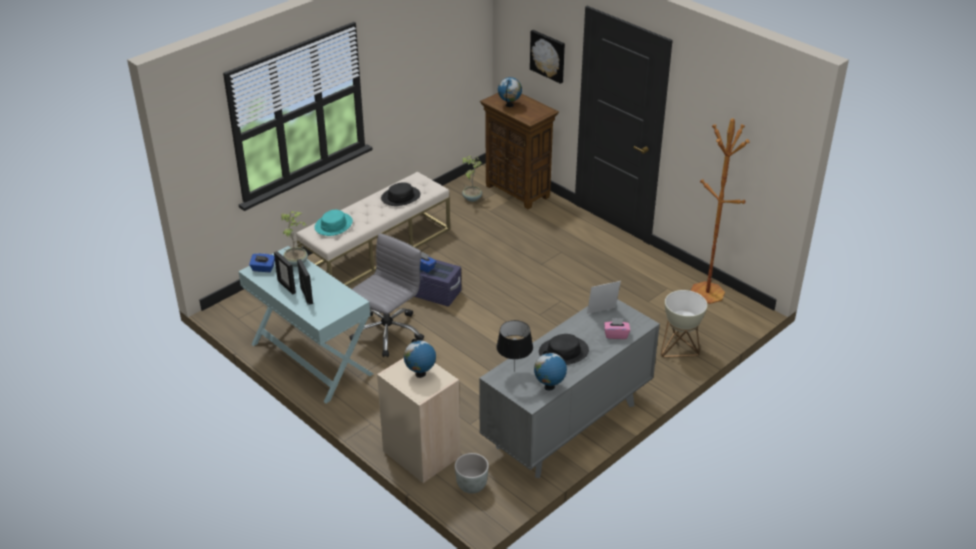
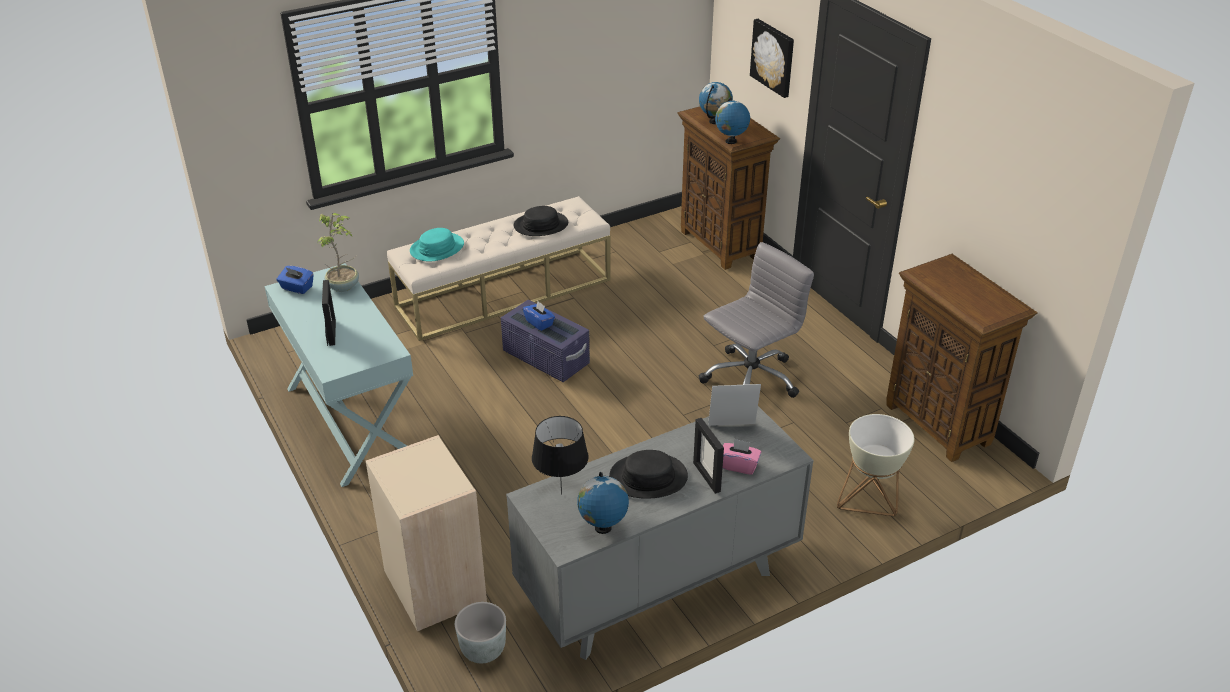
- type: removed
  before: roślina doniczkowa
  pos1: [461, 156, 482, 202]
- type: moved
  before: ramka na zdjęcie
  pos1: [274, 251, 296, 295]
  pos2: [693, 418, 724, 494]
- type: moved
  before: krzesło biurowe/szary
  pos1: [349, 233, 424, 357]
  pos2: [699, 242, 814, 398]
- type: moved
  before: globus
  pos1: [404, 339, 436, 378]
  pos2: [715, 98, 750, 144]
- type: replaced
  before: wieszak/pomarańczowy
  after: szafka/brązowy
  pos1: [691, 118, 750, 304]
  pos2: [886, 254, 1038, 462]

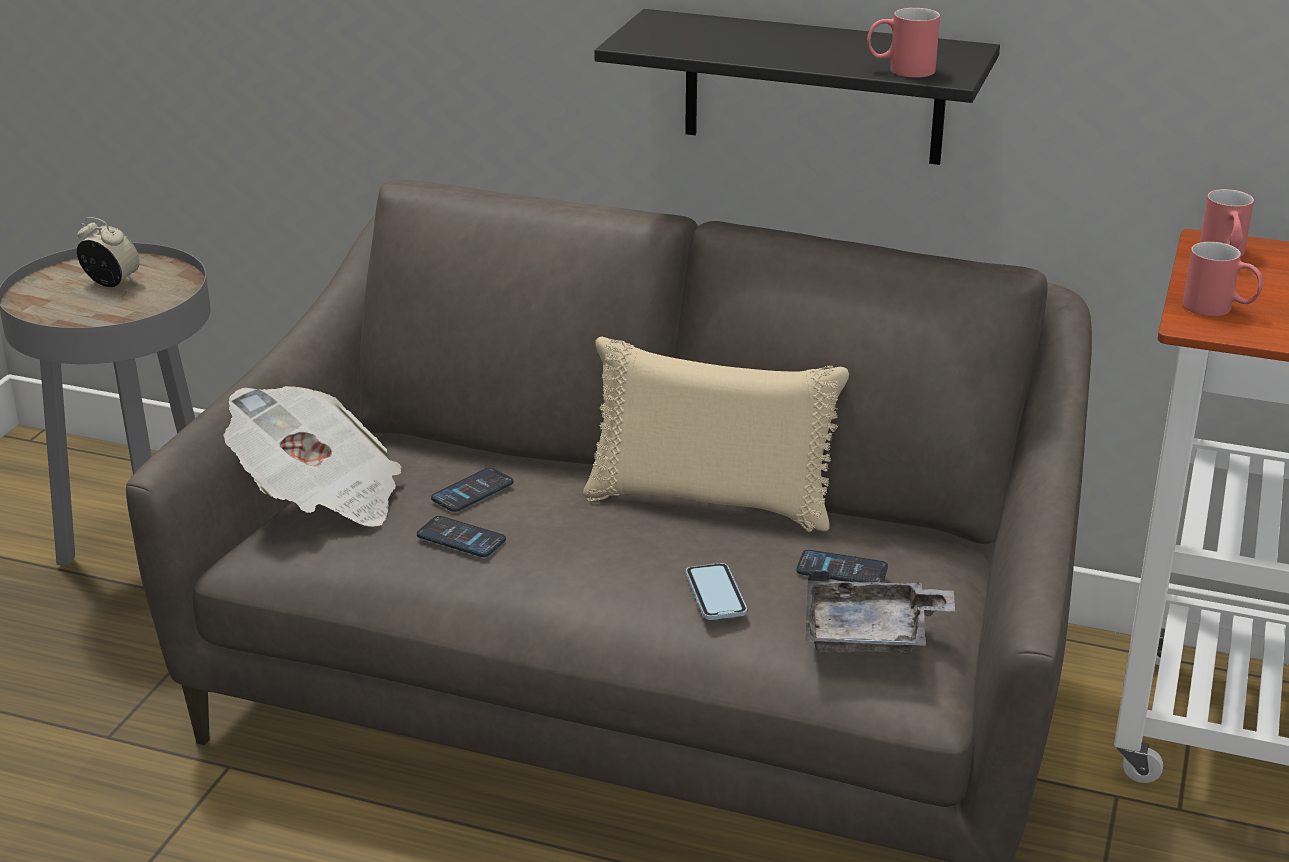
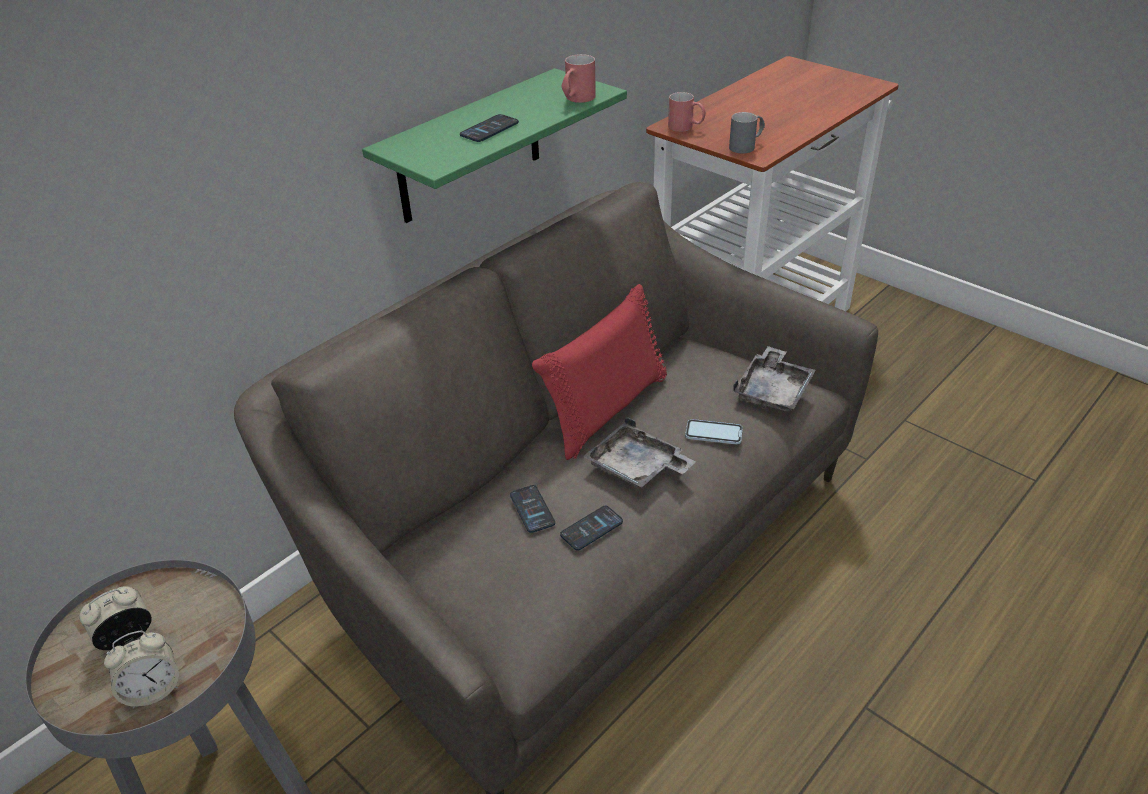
- type: removed
  before: gazeta
  pos1: [223, 386, 402, 527]
- type: added
  after: budzik
  pos2: [104, 631, 179, 708]
- type: added
  after: taca/szary
  pos2: [583, 417, 695, 489]
- type: moved
  before: telefon
  pos1: [796, 550, 888, 583]
  pos2: [460, 114, 519, 142]
- type: recoloured
  before: poduszka/beżowy
  after: poduszka/czerwony
  pos1: [583, 337, 849, 533]
  pos2: [532, 284, 667, 460]
- type: recoloured
  before: półka/czarny
  after: półka/zielony
  pos1: [594, 9, 1000, 165]
  pos2: [362, 68, 627, 223]
- type: recoloured
  before: kubek/czerwony
  after: kubek/szary
  pos1: [1183, 242, 1263, 316]
  pos2: [729, 112, 765, 153]

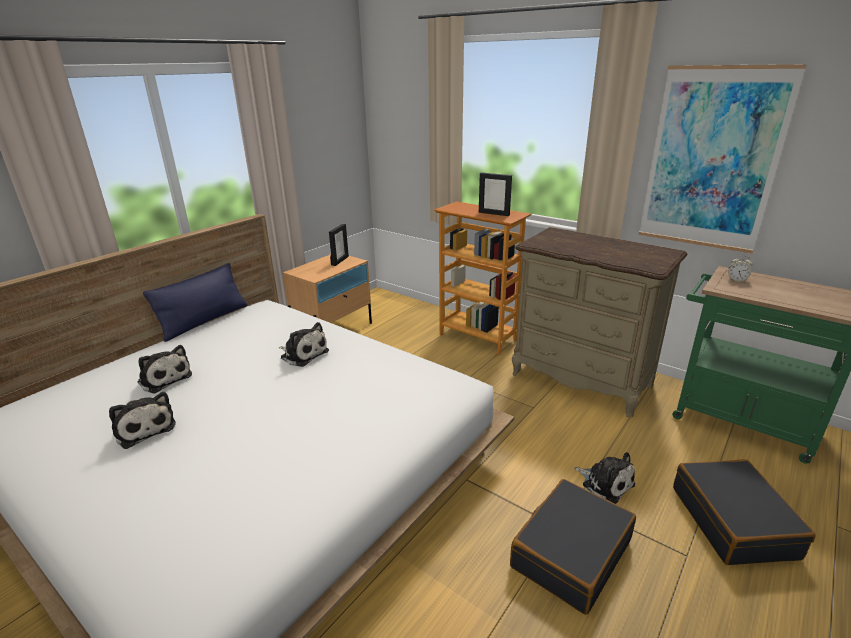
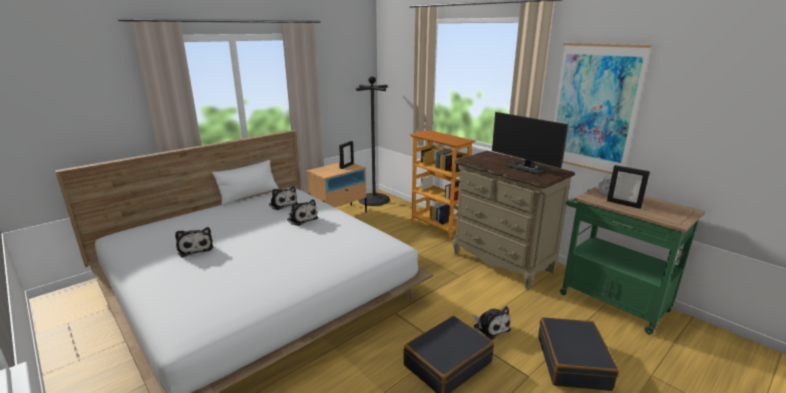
- type: added
  after: wieszak/czarny
  pos2: [356, 77, 390, 206]
- type: added
  after: monitor
  pos2: [492, 112, 568, 174]
- type: moved
  before: pluszak
  pos1: [138, 345, 192, 393]
  pos2: [269, 186, 297, 210]
- type: moved
  before: ramka na zdjęcie
  pos1: [479, 172, 512, 216]
  pos2: [607, 165, 650, 209]
- type: recoloured
  before: poduszka/niebieski
  after: poduszka/biały
  pos1: [143, 263, 248, 342]
  pos2: [212, 160, 278, 205]

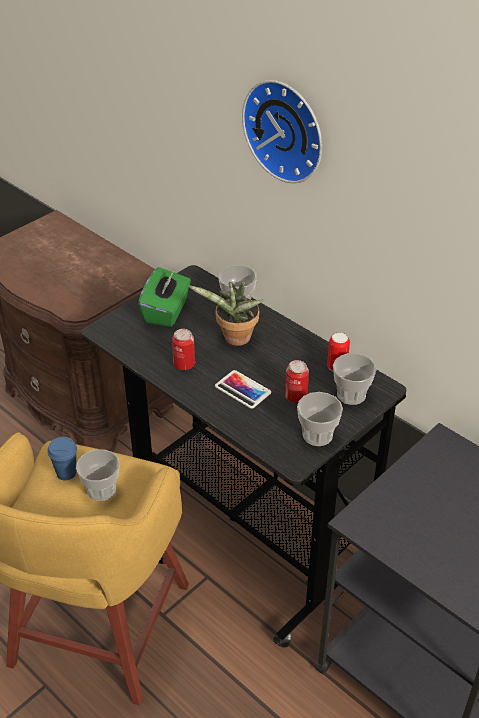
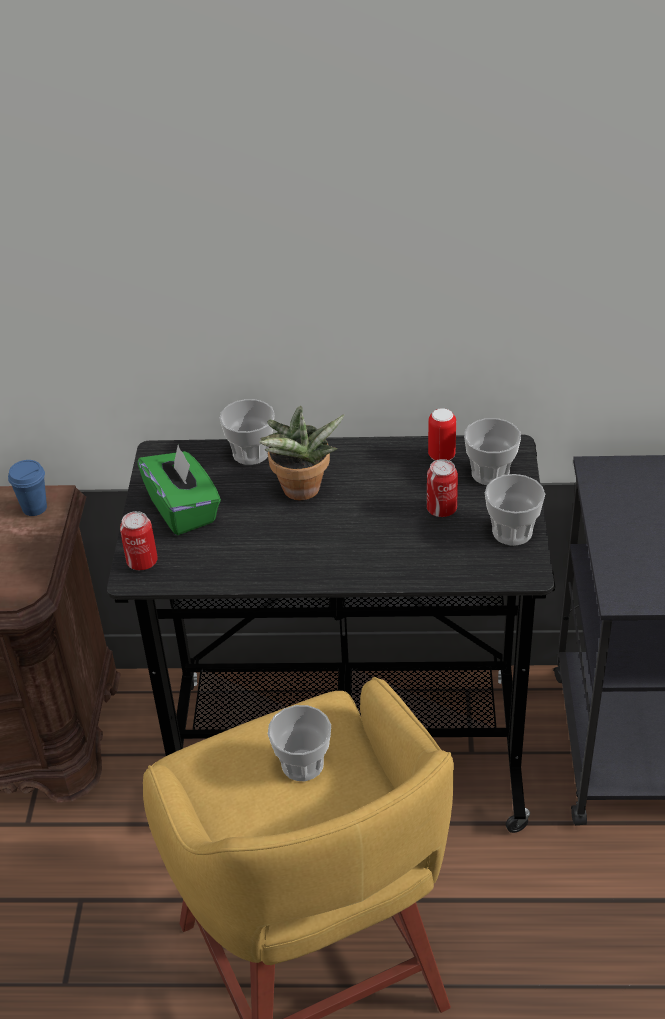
- type: removed
  before: telefon
  pos1: [215, 370, 271, 409]
- type: removed
  before: zegar ścienny
  pos1: [242, 80, 322, 183]
- type: moved
  before: filiżanka/niebieski
  pos1: [47, 437, 77, 480]
  pos2: [8, 460, 47, 516]
- type: moved
  before: puszka
  pos1: [172, 329, 195, 370]
  pos2: [120, 511, 158, 570]

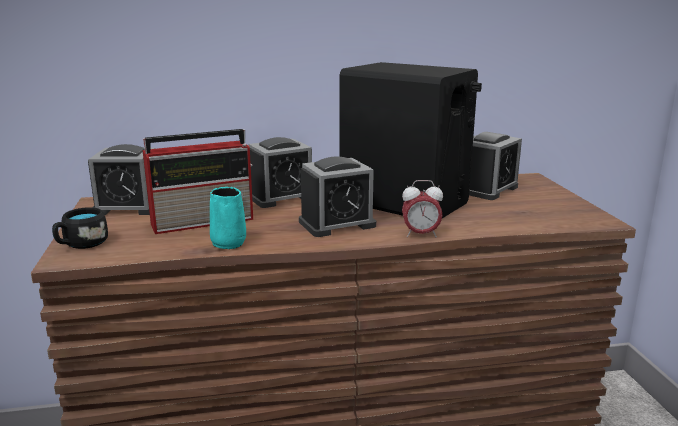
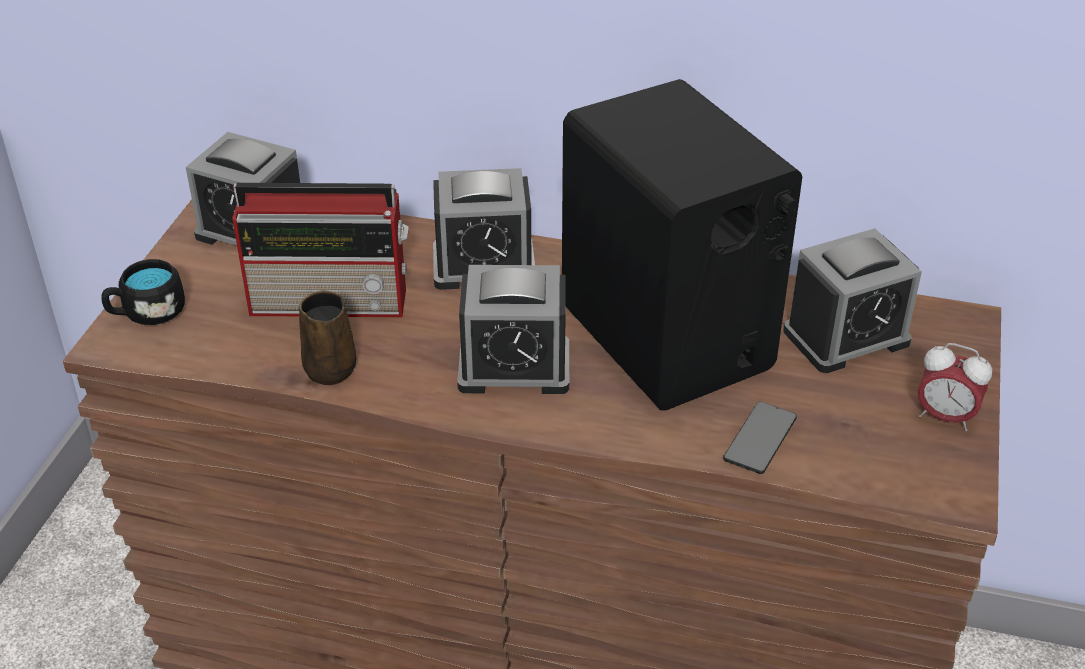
- type: added
  after: telefon
  pos2: [723, 401, 797, 474]
- type: moved
  before: budzik
  pos1: [402, 180, 443, 237]
  pos2: [918, 343, 992, 431]
- type: recoloured
  before: kubek/turkusowy
  after: kubek/brązowy
  pos1: [210, 187, 246, 249]
  pos2: [299, 290, 356, 385]

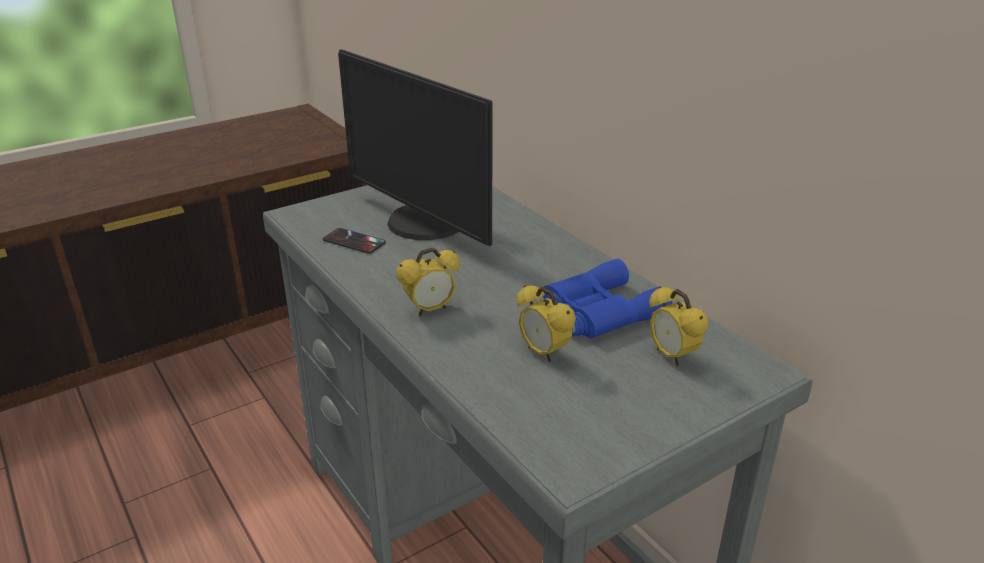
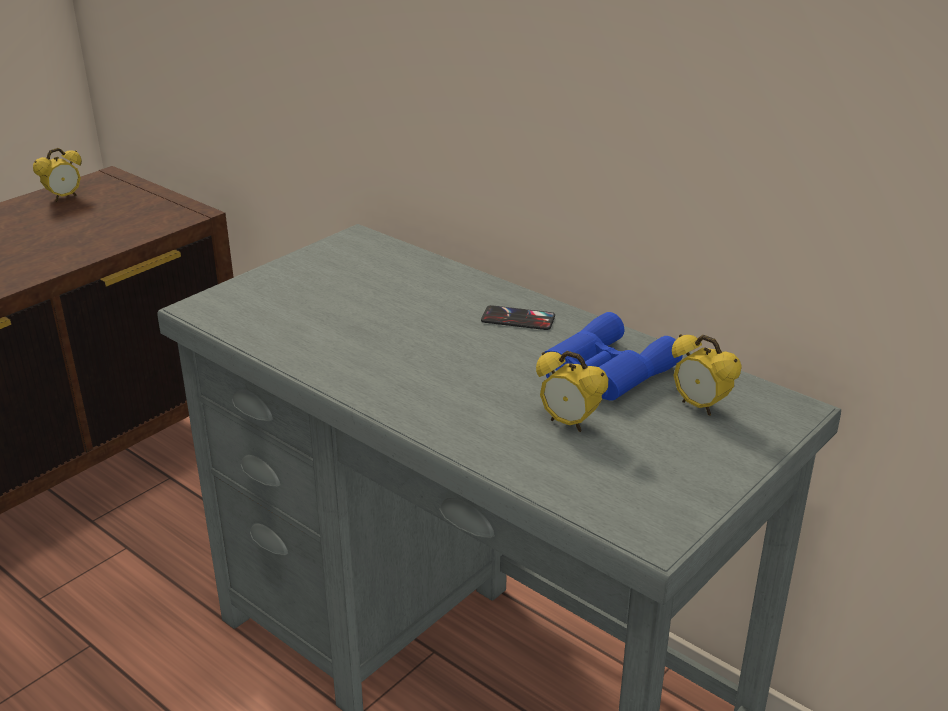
- type: removed
  before: monitor
  pos1: [338, 49, 492, 246]
- type: moved
  before: telefon
  pos1: [323, 228, 386, 254]
  pos2: [481, 305, 555, 330]
- type: moved
  before: budzik
  pos1: [396, 247, 460, 316]
  pos2: [33, 148, 82, 202]

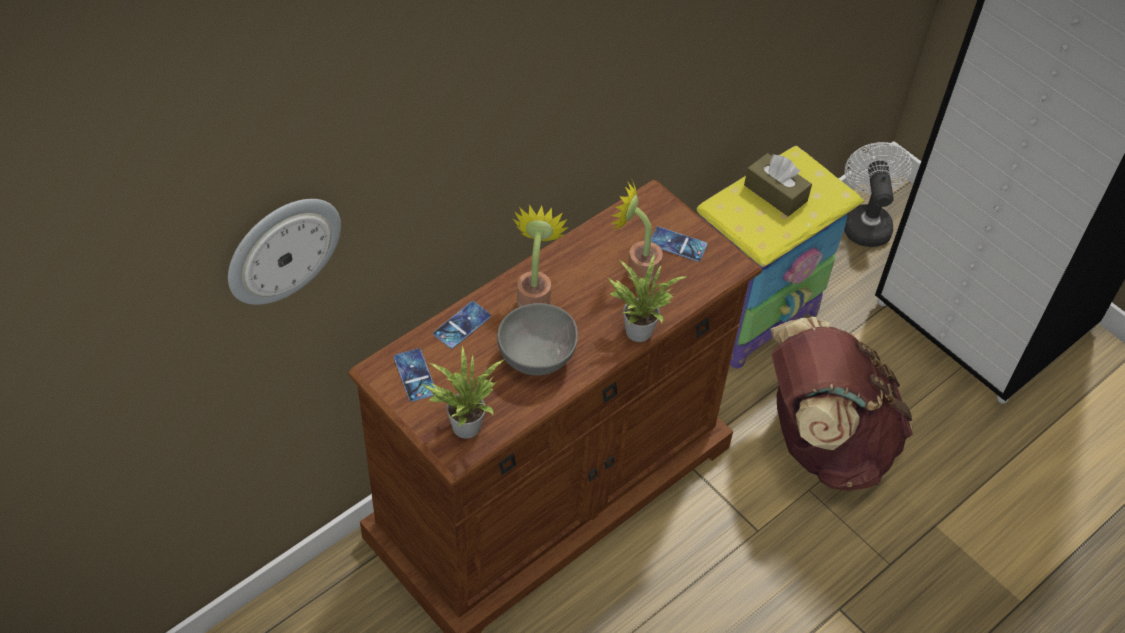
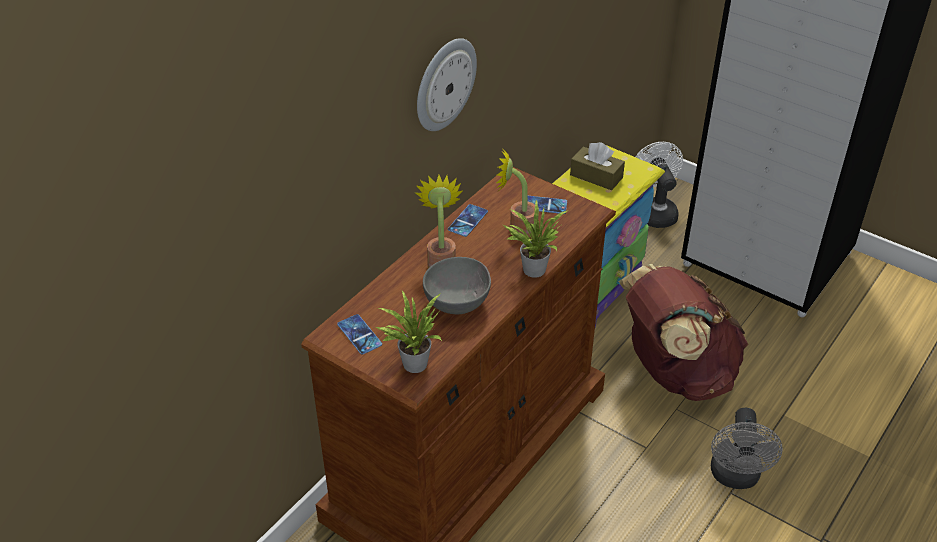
- type: added
  after: wentylator/szary
  pos2: [711, 408, 783, 489]
- type: moved
  before: zegar ścienny
  pos1: [228, 199, 341, 305]
  pos2: [417, 38, 477, 131]
- type: moved
  before: telefon
  pos1: [433, 301, 491, 349]
  pos2: [448, 204, 488, 237]

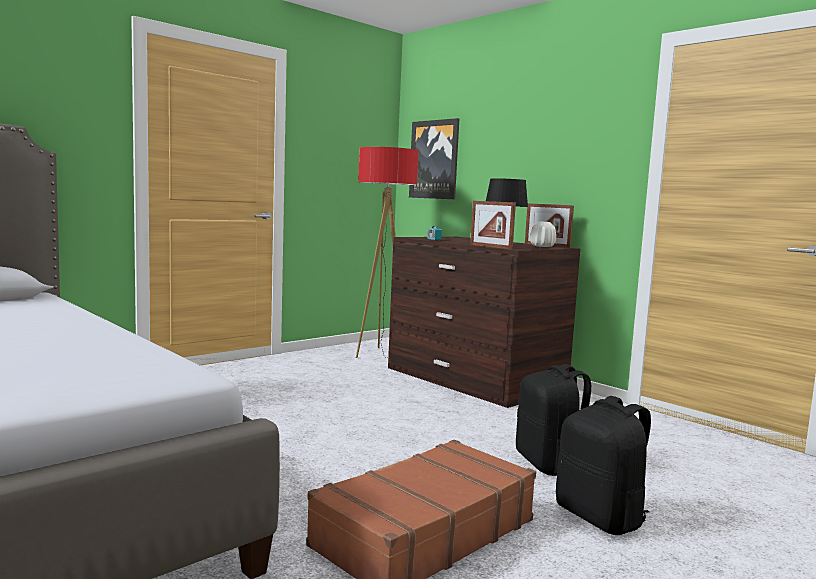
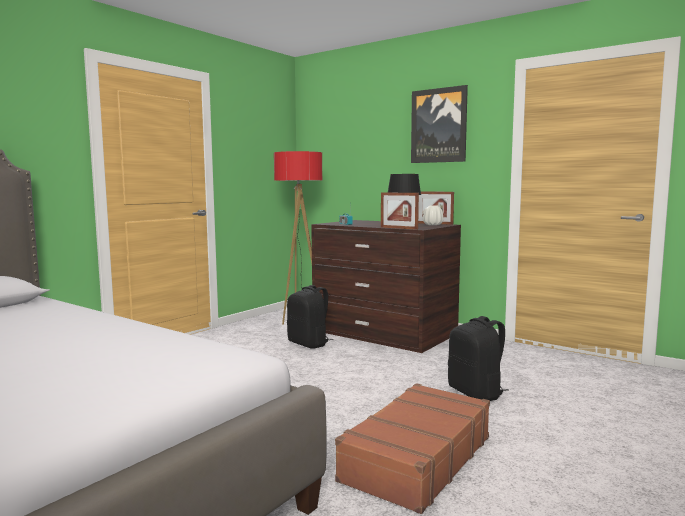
- type: moved
  before: obraz
  pos1: [409, 118, 459, 199]
  pos2: [411, 85, 468, 163]
- type: moved
  before: plecak/czarny
  pos1: [556, 396, 651, 535]
  pos2: [287, 285, 333, 349]

